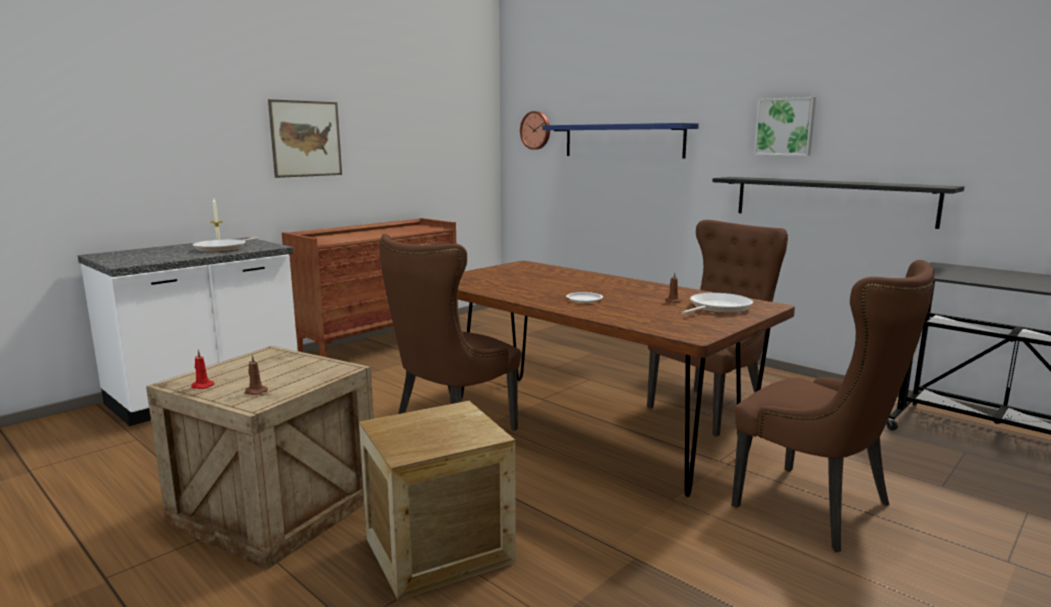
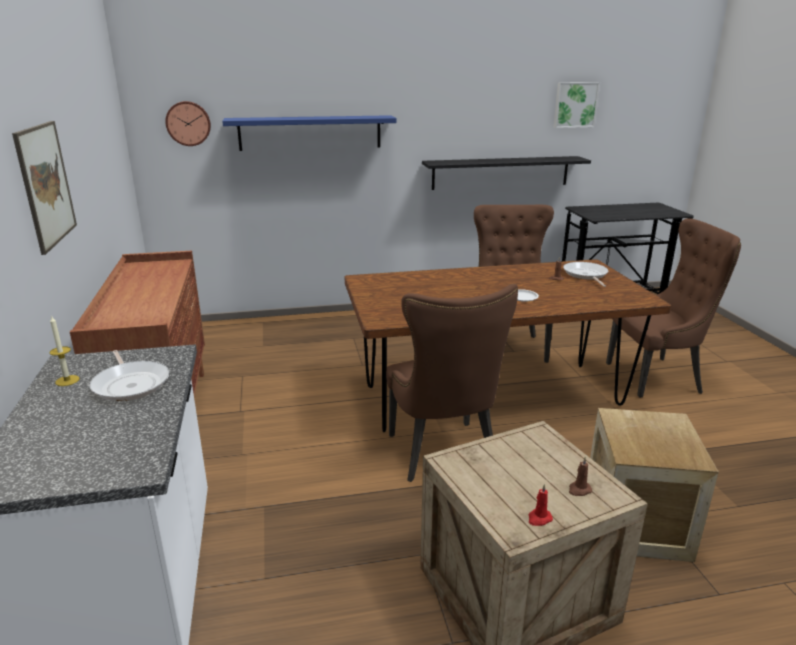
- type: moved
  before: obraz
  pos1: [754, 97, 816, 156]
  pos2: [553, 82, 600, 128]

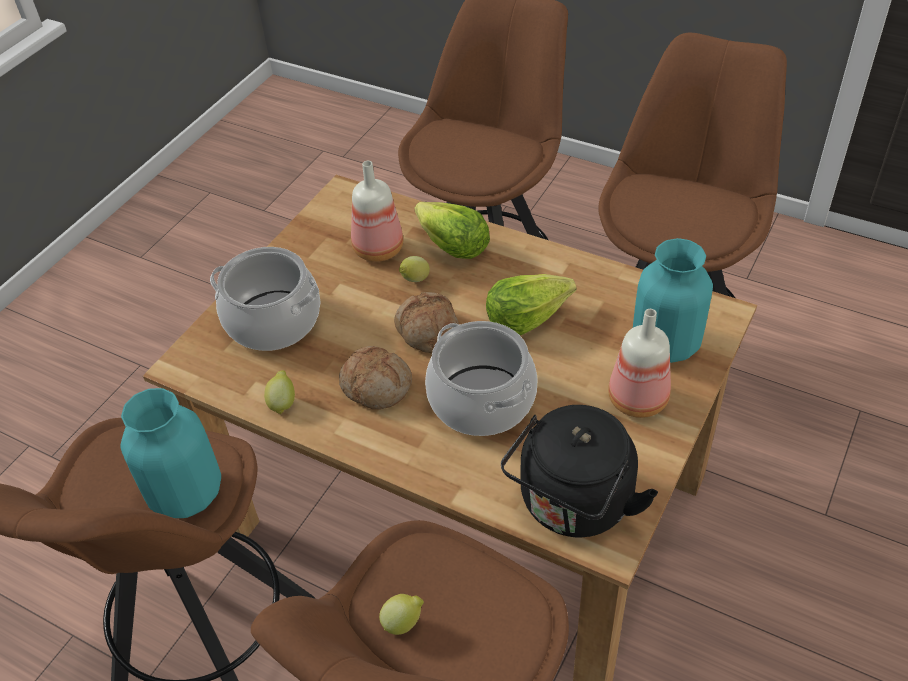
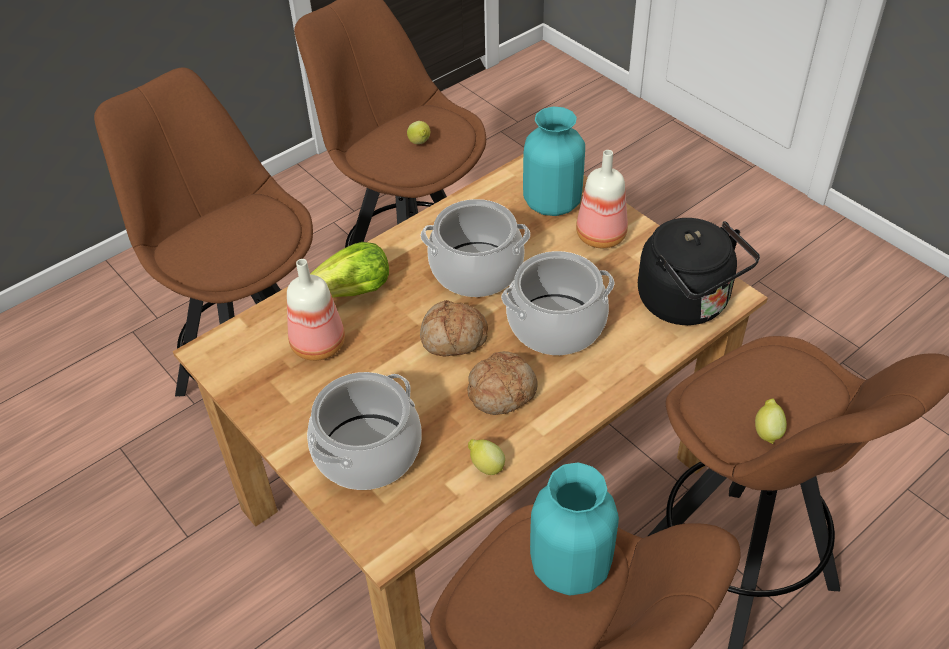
- type: moved
  before: cytryna
  pos1: [399, 256, 430, 282]
  pos2: [407, 121, 430, 144]
- type: replaced
  before: sałata
  after: garnek
  pos1: [486, 274, 576, 335]
  pos2: [421, 199, 530, 297]

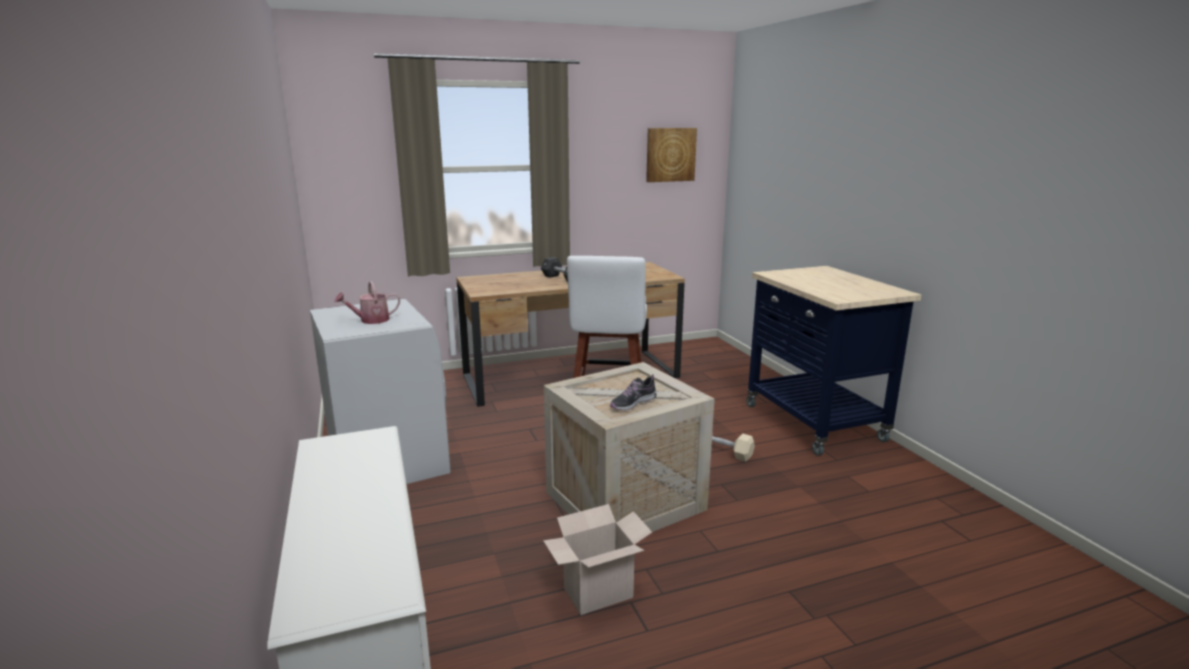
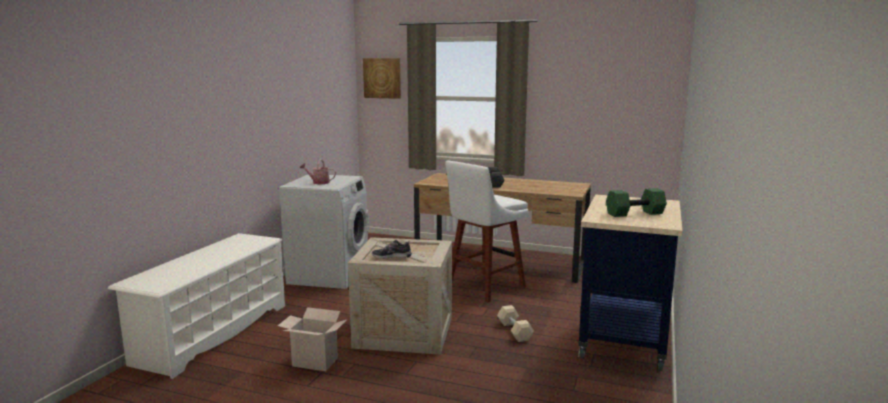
- type: added
  after: hantel/zielony
  pos2: [606, 188, 667, 217]
- type: moved
  before: obraz
  pos1: [646, 128, 697, 182]
  pos2: [363, 58, 401, 99]

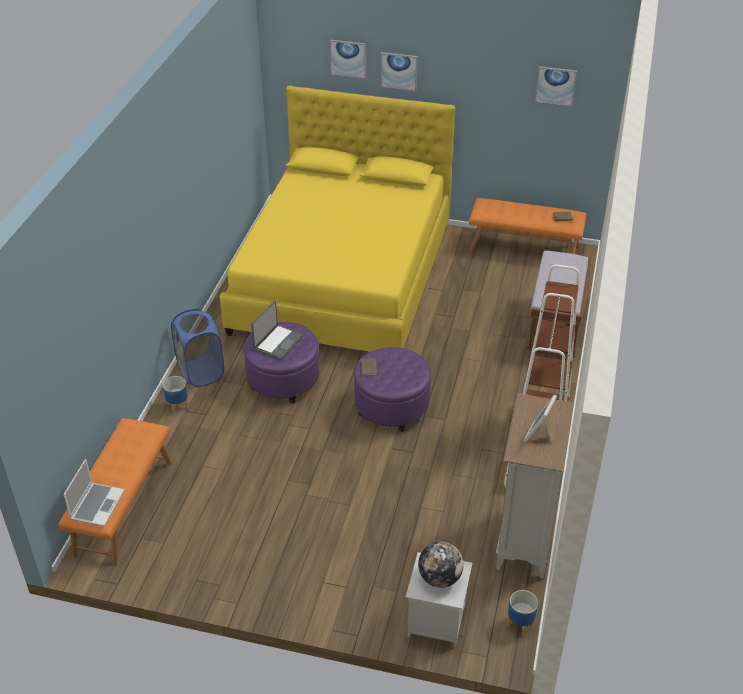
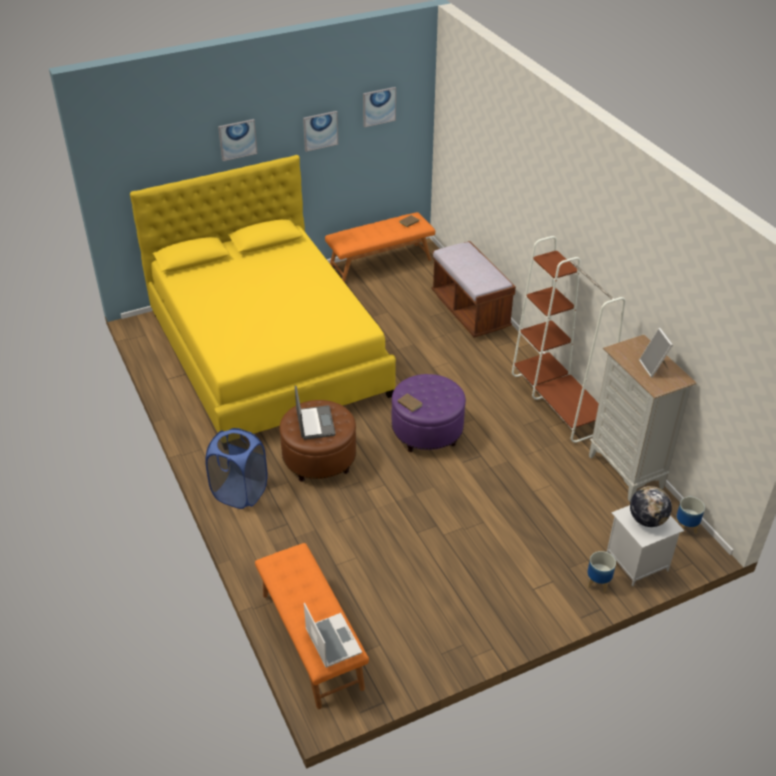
- type: moved
  before: donica
  pos1: [163, 376, 189, 414]
  pos2: [587, 551, 616, 592]
- type: moved
  before: obraz
  pos1: [330, 40, 366, 79]
  pos2: [303, 111, 338, 152]
- type: recoloured
  before: pufa/fioletowy
  after: pufa/brązowy
  pos1: [244, 322, 319, 404]
  pos2: [279, 400, 356, 482]

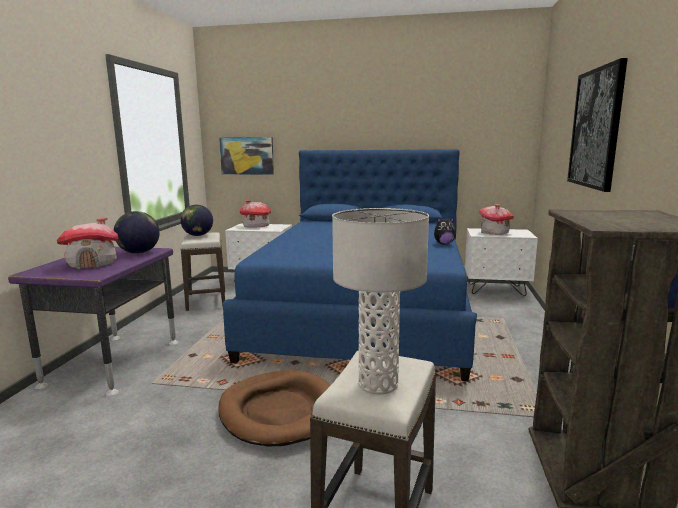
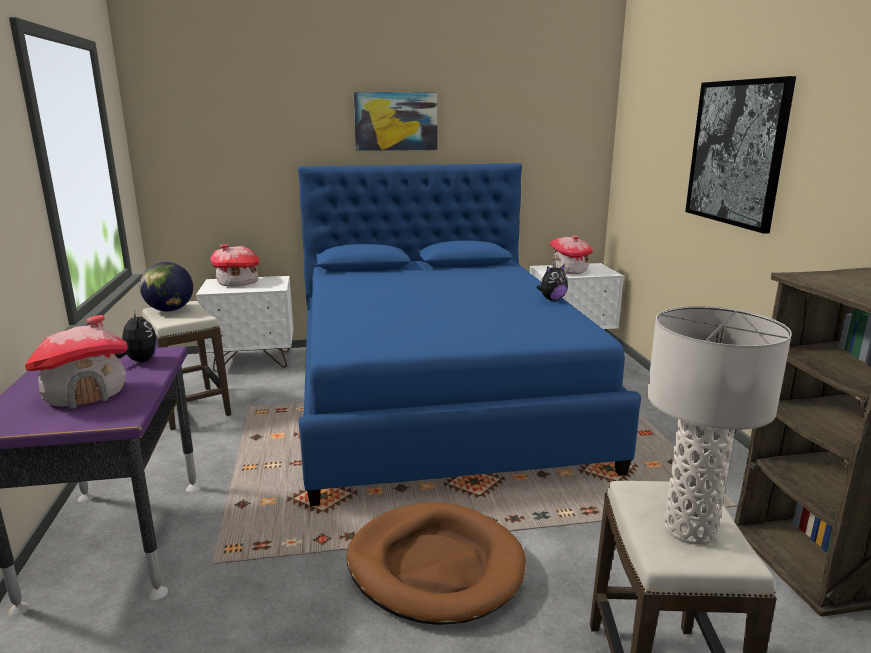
- type: moved
  before: obraz
  pos1: [219, 137, 274, 175]
  pos2: [354, 92, 437, 151]
- type: replaced
  before: globus
  after: pluszak
  pos1: [114, 211, 160, 254]
  pos2: [114, 311, 158, 362]

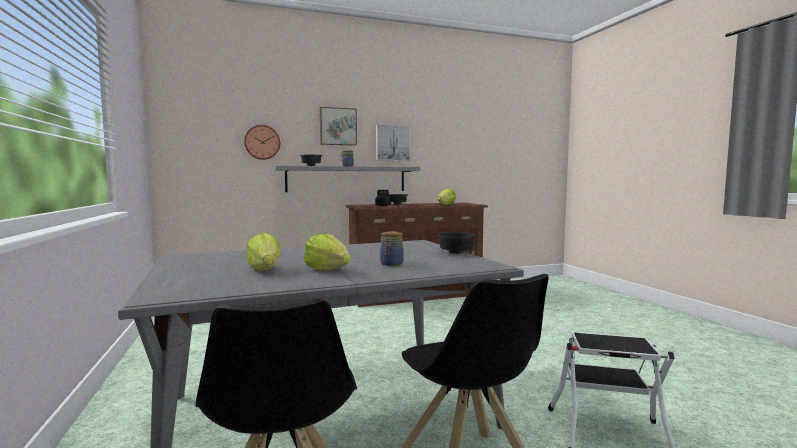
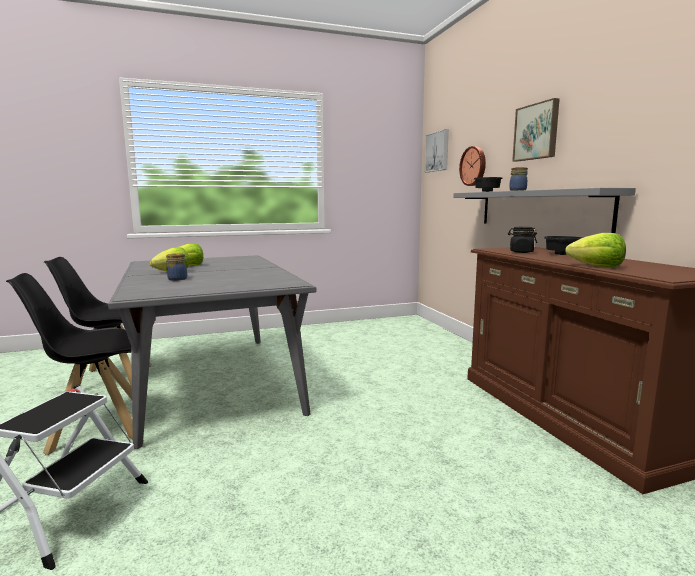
- type: removed
  before: miska/czarny
  pos1: [437, 232, 476, 254]
- type: moved
  before: obraz
  pos1: [376, 125, 411, 161]
  pos2: [424, 129, 449, 172]

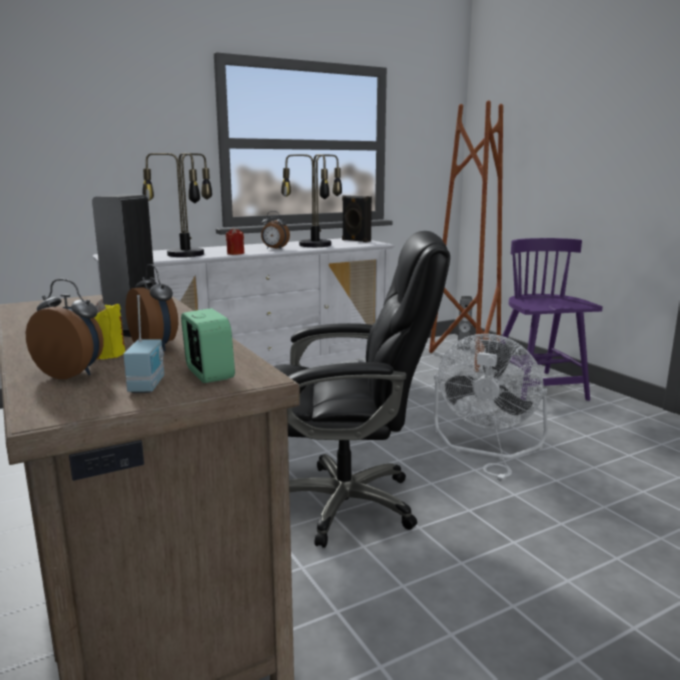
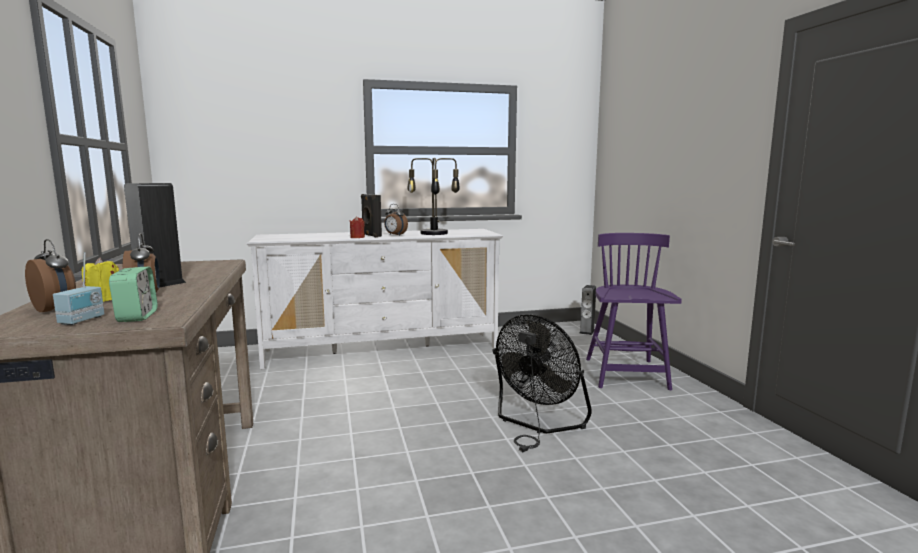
- type: removed
  before: lampa stołowa
  pos1: [142, 153, 212, 257]
- type: removed
  before: krzesło biurowe/czarny
  pos1: [274, 231, 450, 548]
- type: removed
  before: wieszak/brązowy
  pos1: [429, 100, 503, 372]
- type: moved
  before: głośnik/czarny
  pos1: [342, 195, 372, 243]
  pos2: [361, 194, 382, 237]
- type: recoloured
  before: wentylator/biały
  after: wentylator/czarny
  pos1: [434, 334, 548, 482]
  pos2: [492, 315, 592, 452]

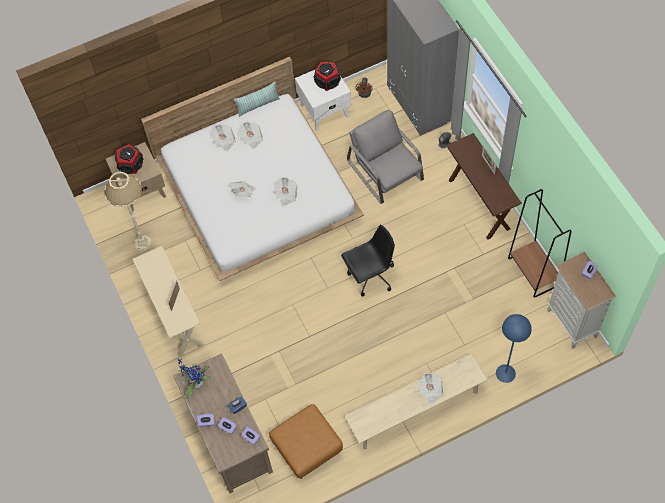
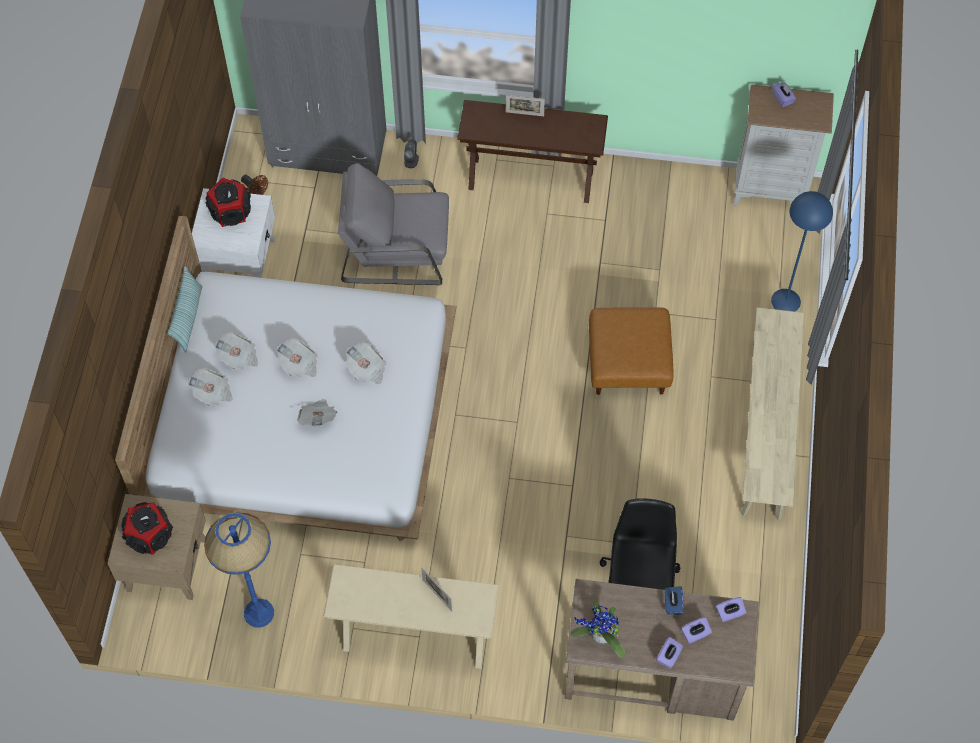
- type: removed
  before: wieszak
  pos1: [508, 189, 572, 297]
- type: moved
  before: pufa/brązowy
  pos1: [269, 404, 343, 479]
  pos2: [589, 307, 674, 395]
- type: moved
  before: krzesło biurowe/czarny
  pos1: [341, 225, 395, 296]
  pos2: [600, 498, 680, 590]
- type: moved
  before: gazeta
  pos1: [418, 372, 443, 404]
  pos2: [277, 338, 318, 377]
- type: recoloured
  before: lampa stojąca/beżowy
  after: lampa stojąca/niebieski
  pos1: [104, 172, 152, 251]
  pos2: [204, 513, 274, 628]

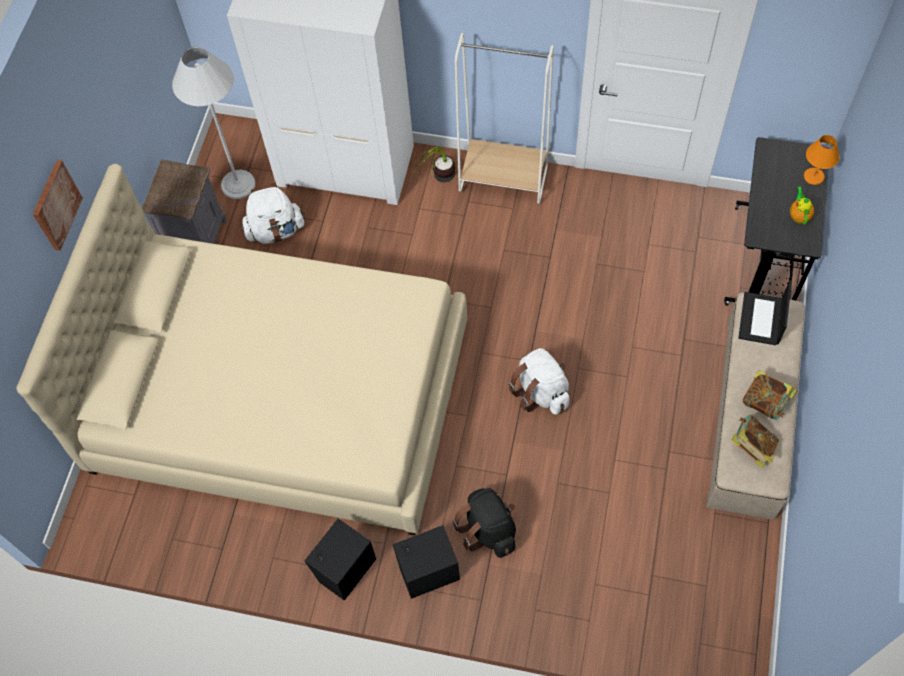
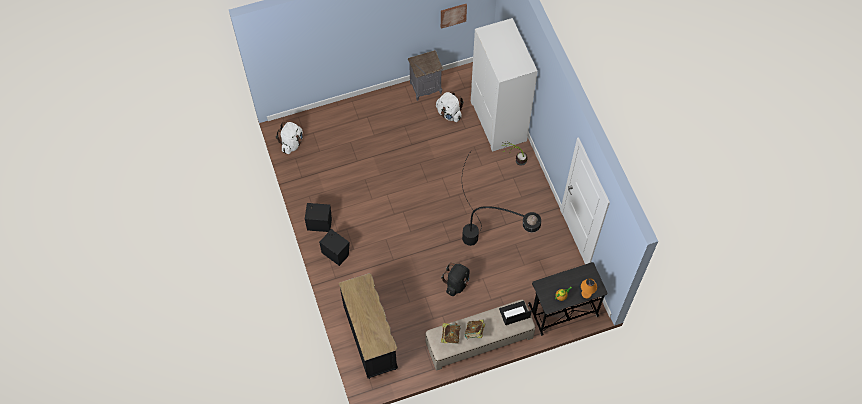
- type: removed
  before: łóżko/beżowy
  pos1: [16, 164, 467, 536]
- type: removed
  before: lampa stojąca/biały
  pos1: [172, 47, 255, 199]
- type: removed
  before: wieszak
  pos1: [455, 33, 554, 204]
- type: added
  after: komoda/czarny
  pos2: [339, 273, 398, 379]
- type: added
  after: lampa stojąca/czarny
  pos2: [462, 151, 541, 246]
- type: moved
  before: obraz
  pos1: [33, 160, 83, 251]
  pos2: [441, 4, 467, 29]
- type: moved
  before: plecak/czarny
  pos1: [452, 488, 516, 558]
  pos2: [441, 263, 470, 296]
- type: moved
  before: plecak/biały
  pos1: [508, 348, 569, 415]
  pos2: [276, 122, 303, 154]

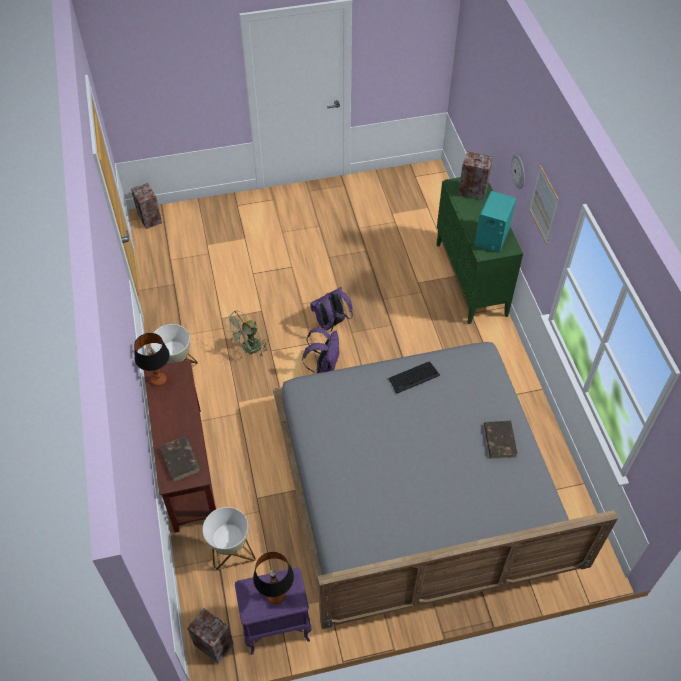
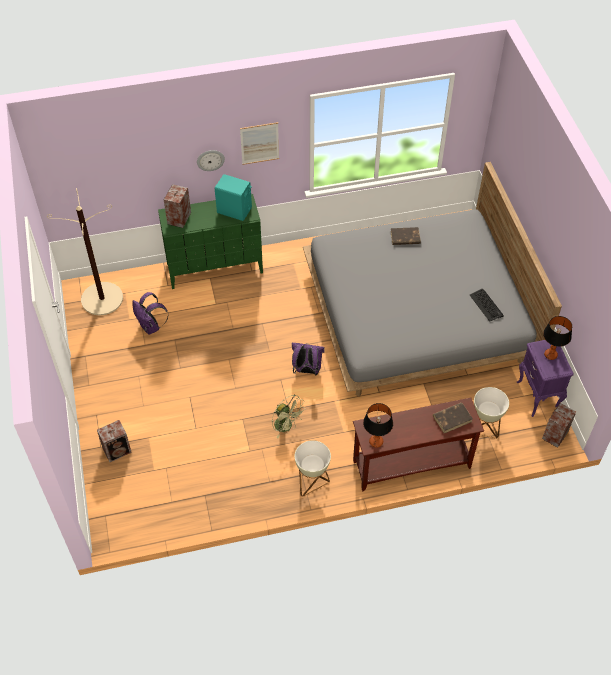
- type: added
  after: wieszak/beżowy
  pos2: [47, 188, 123, 315]
- type: moved
  before: głośnik
  pos1: [131, 183, 162, 229]
  pos2: [97, 420, 132, 462]
- type: moved
  before: plecak/fioletowy
  pos1: [310, 287, 353, 332]
  pos2: [132, 292, 168, 334]
- type: moved
  before: klawiatura
  pos1: [388, 361, 440, 393]
  pos2: [470, 288, 504, 322]

